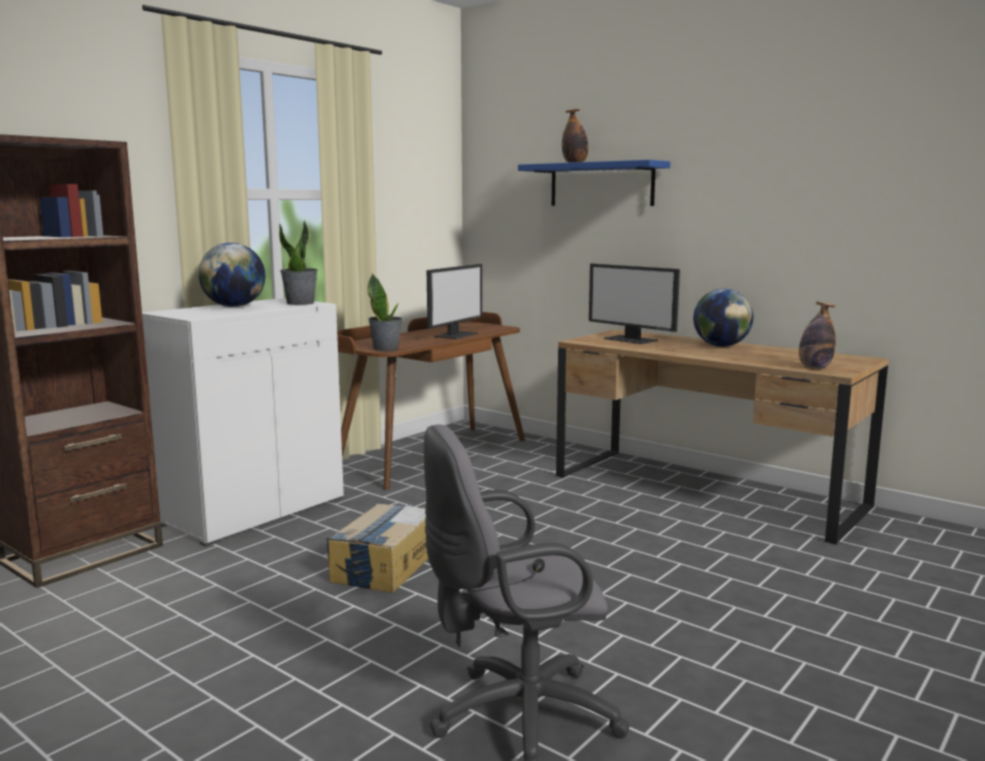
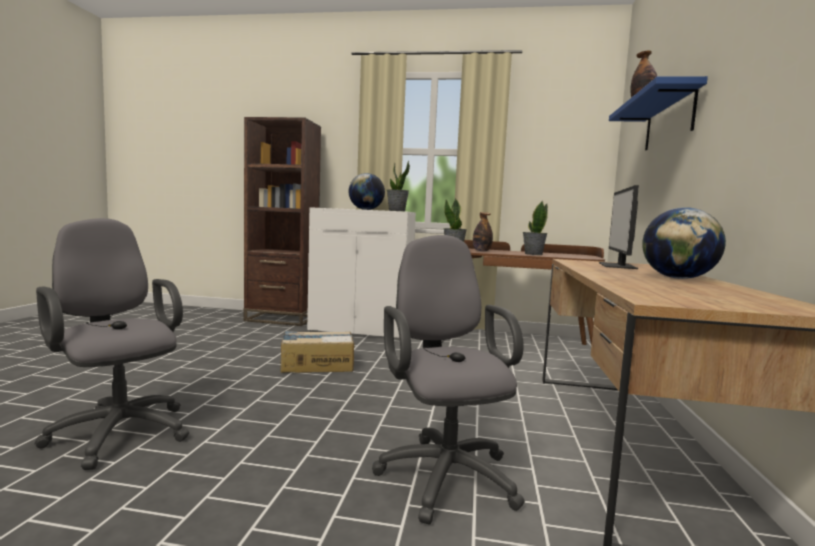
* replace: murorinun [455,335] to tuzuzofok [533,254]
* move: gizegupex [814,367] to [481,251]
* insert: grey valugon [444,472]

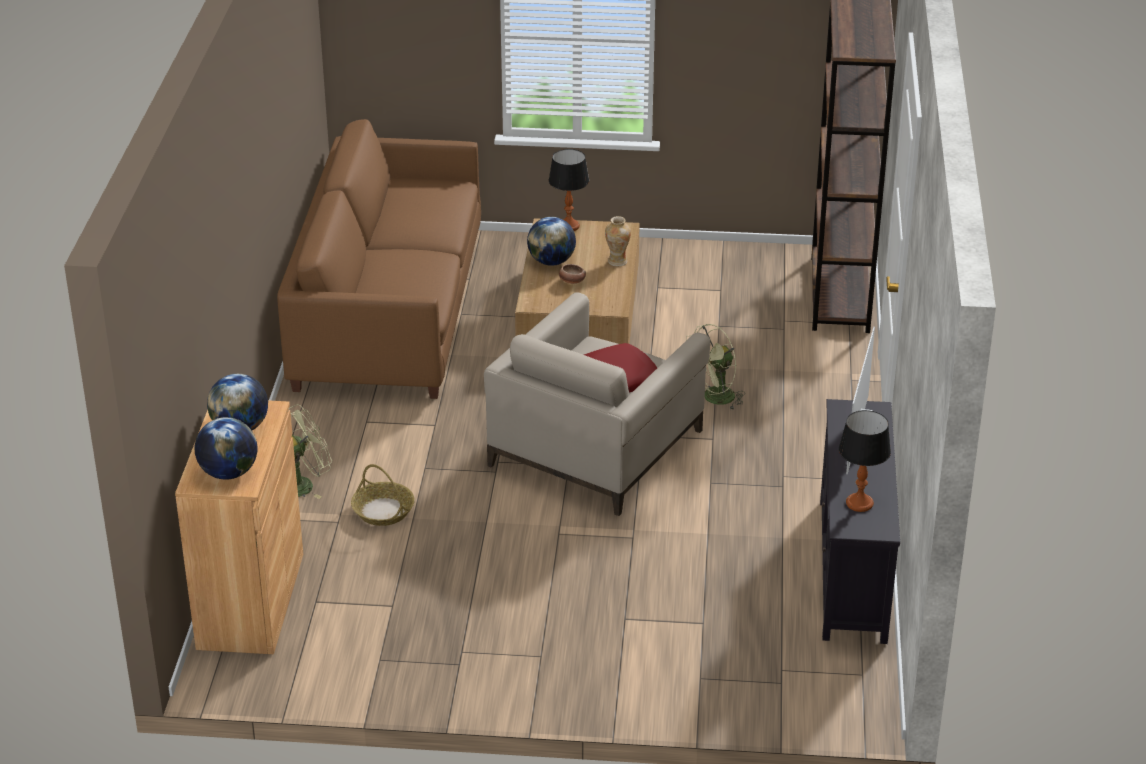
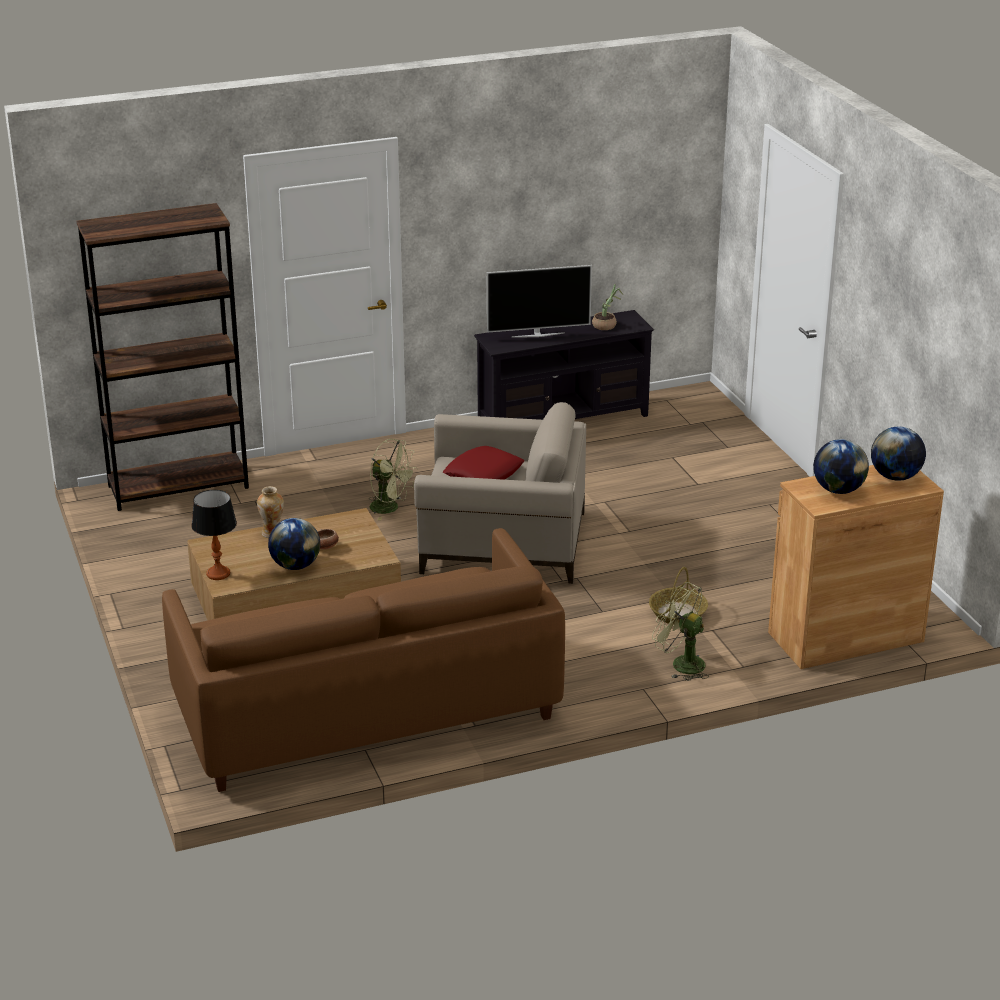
* replace: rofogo [859,504] to tuzuzofok [607,325]

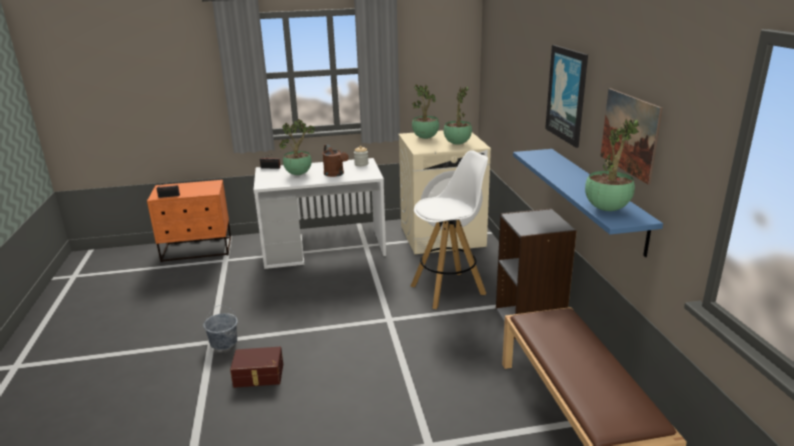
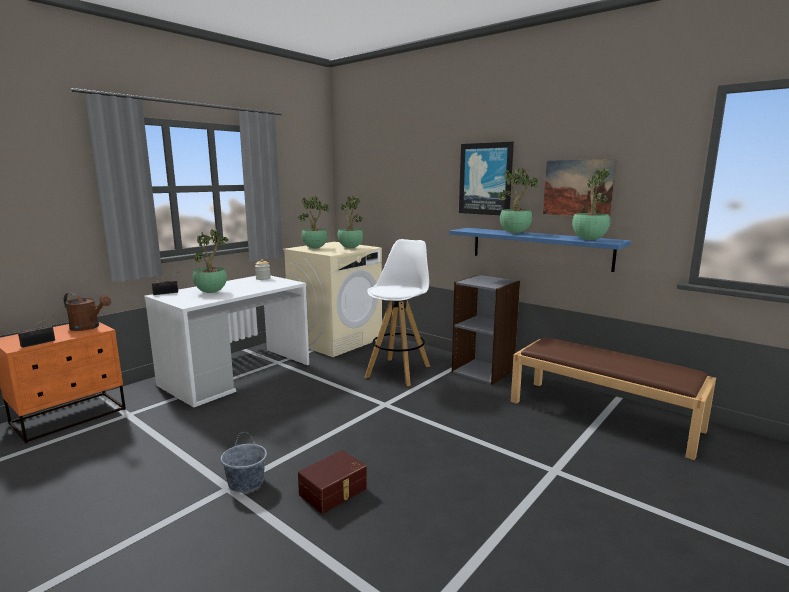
* move: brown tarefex [335,174] to [89,327]
* insert: tuzuzofok [515,233]

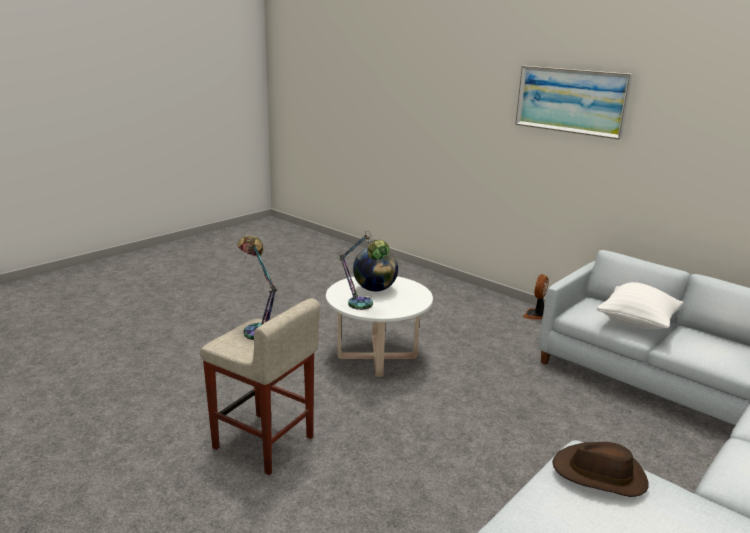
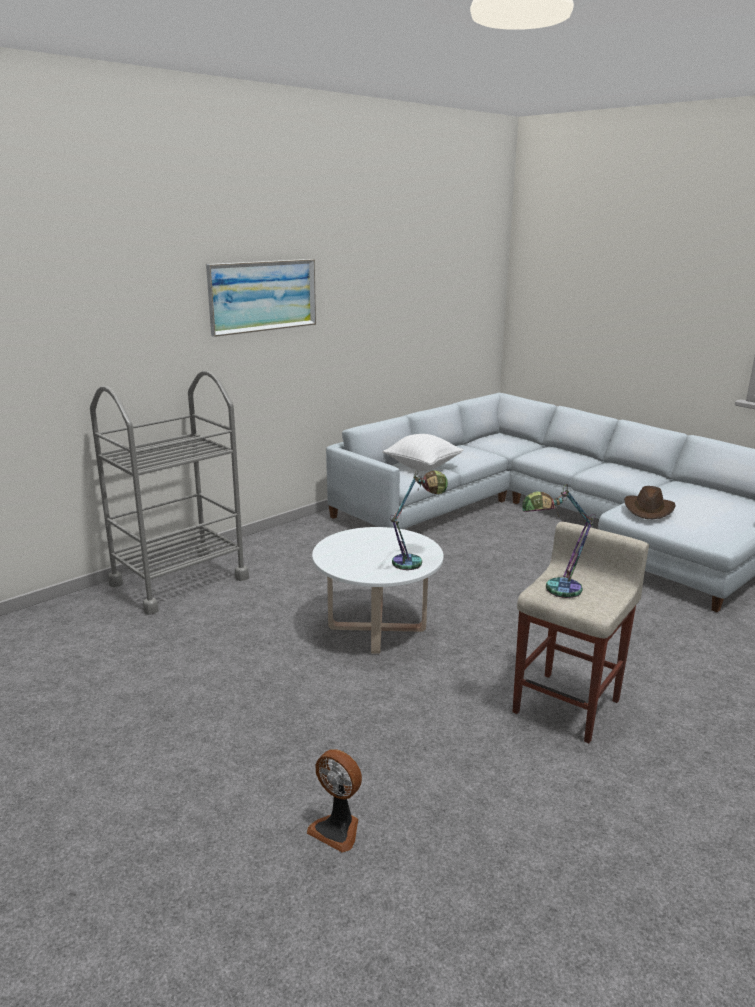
* delete: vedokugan [375,289]
* move: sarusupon [535,315] to [337,829]
* insert: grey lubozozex [179,581]

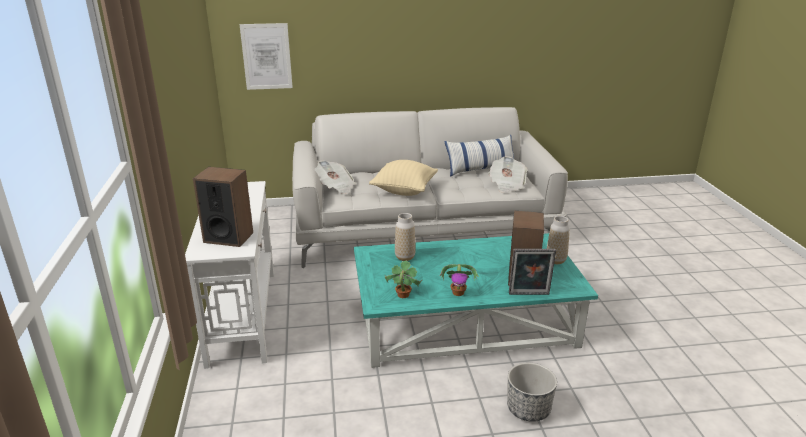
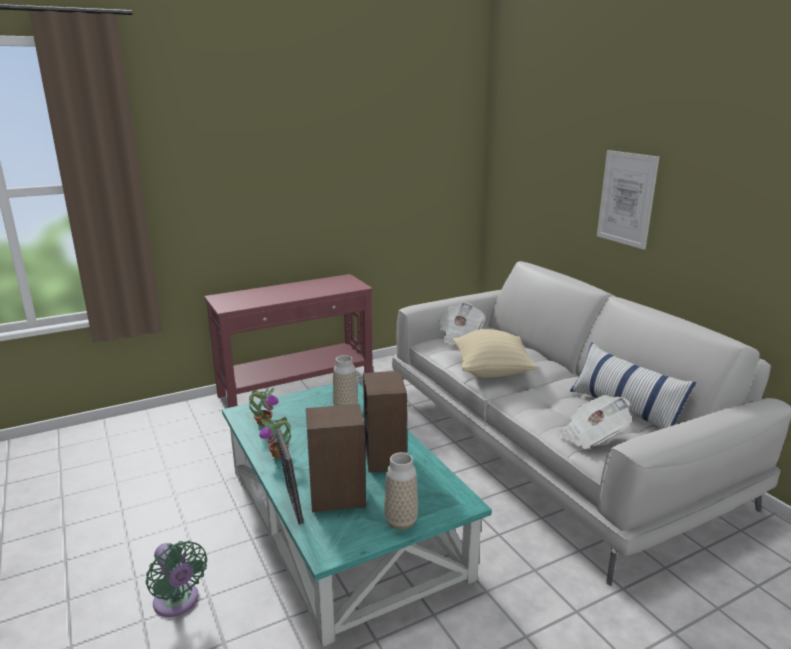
* move: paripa [266,56] to [626,198]
* move: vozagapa [228,237] to [385,457]
* recolor: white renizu [243,314] to red renizu [297,390]
* replace: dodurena [528,409] to green sarusupon [178,603]

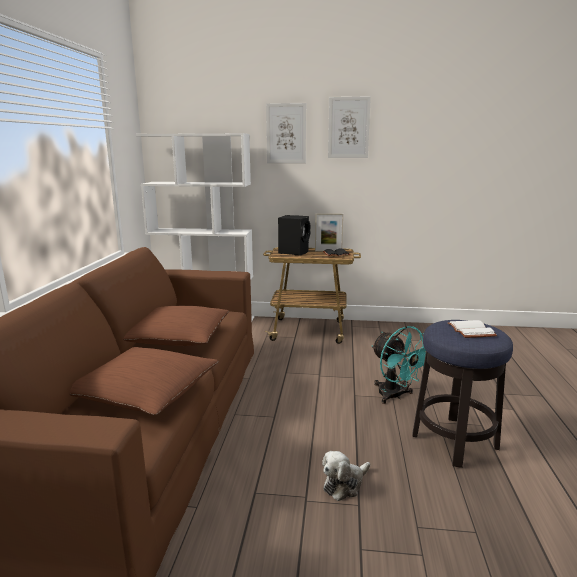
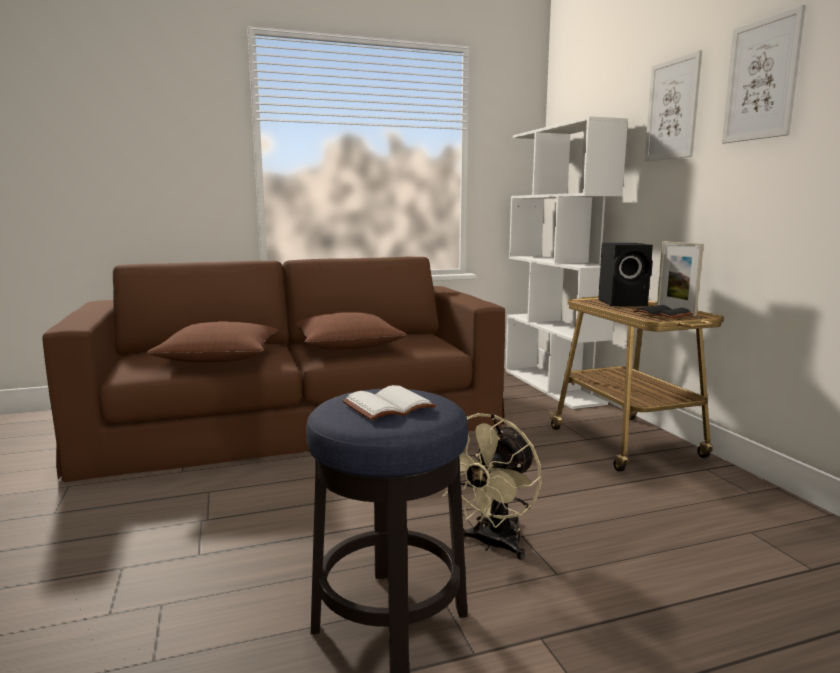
* recolor: turquoise sarusupon [395,396] to beige sarusupon [492,544]
* delete: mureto [344,484]

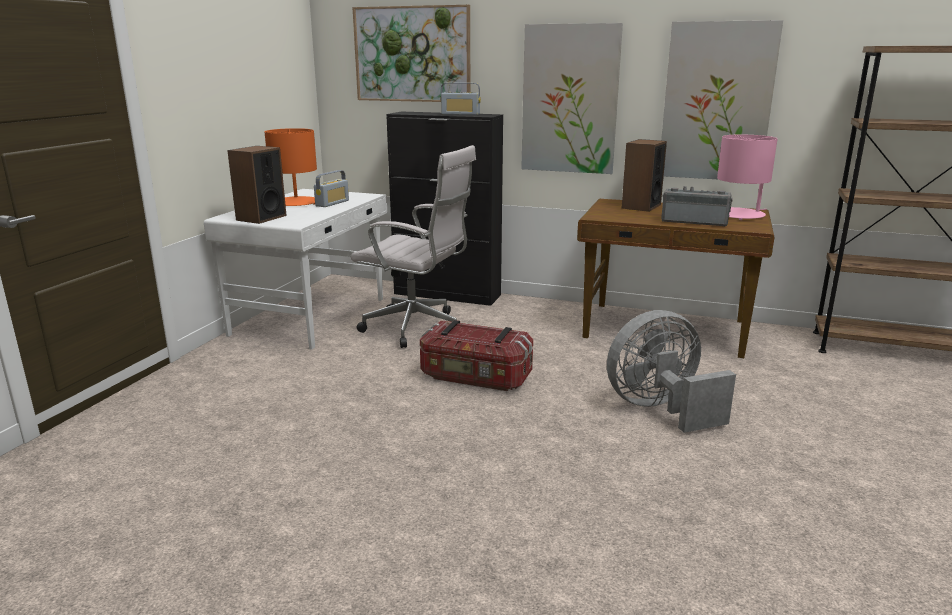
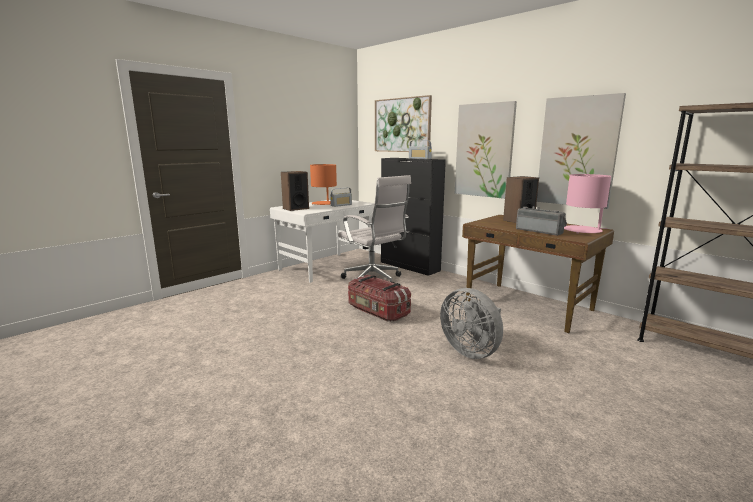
* rotate: grey sarusupon [660,409] = [471,351] 135 degrees counterclockwise

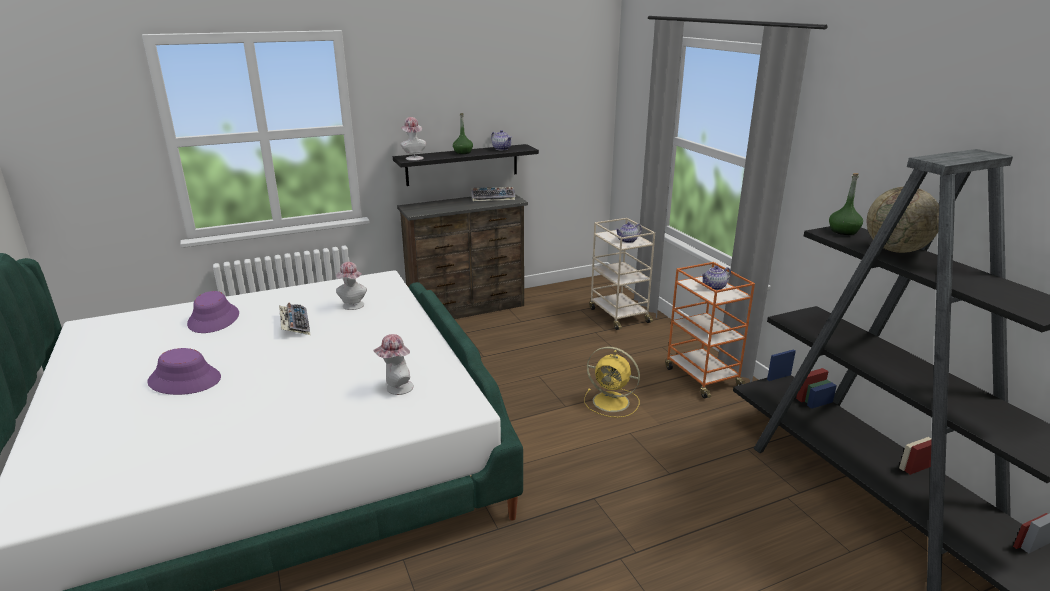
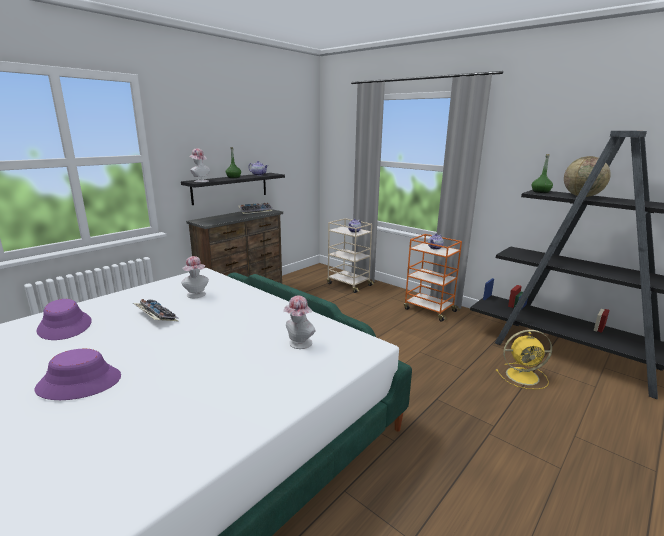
* move: yellow sarusupon [612,402] to [524,376]

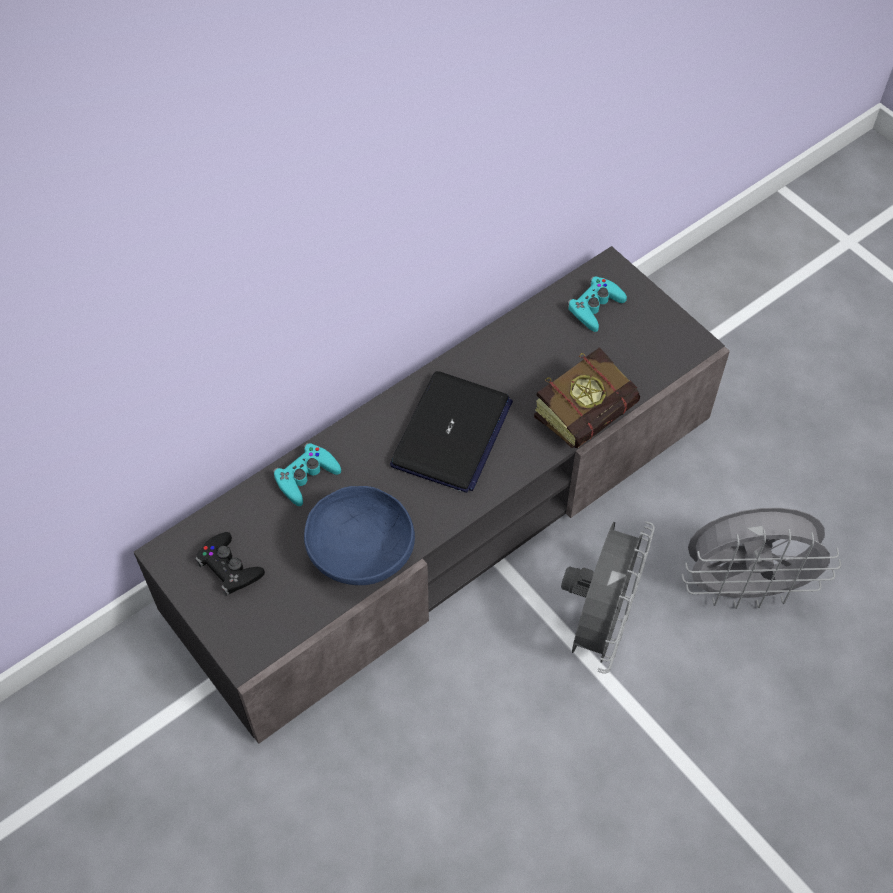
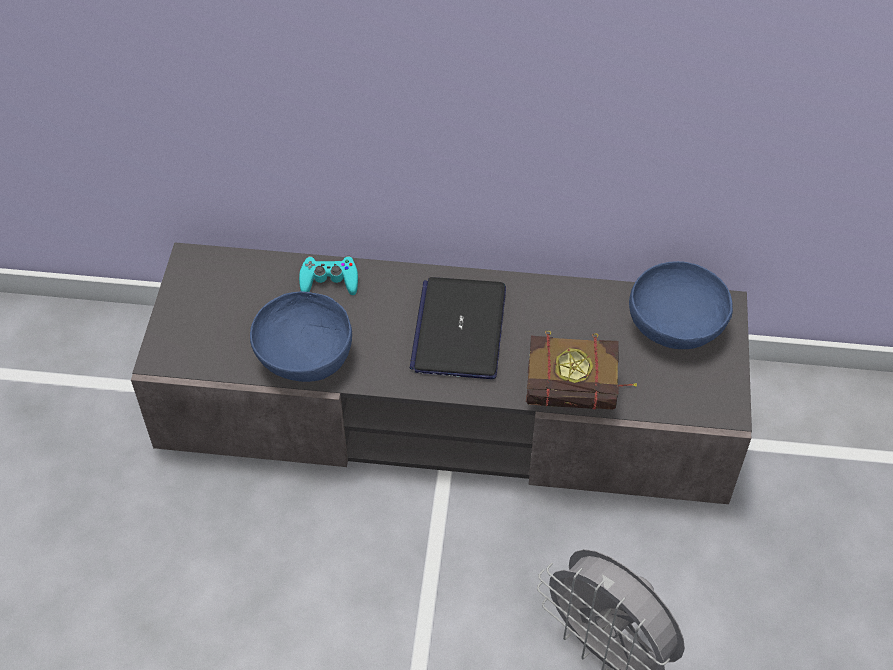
* replace: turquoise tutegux [595,307] to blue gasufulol [676,325]
* rotate: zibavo [451,434] = [459,329] 120 degrees clockwise
* delete: grey sarusupon [599,623]
* delete: black tutegux [229,567]

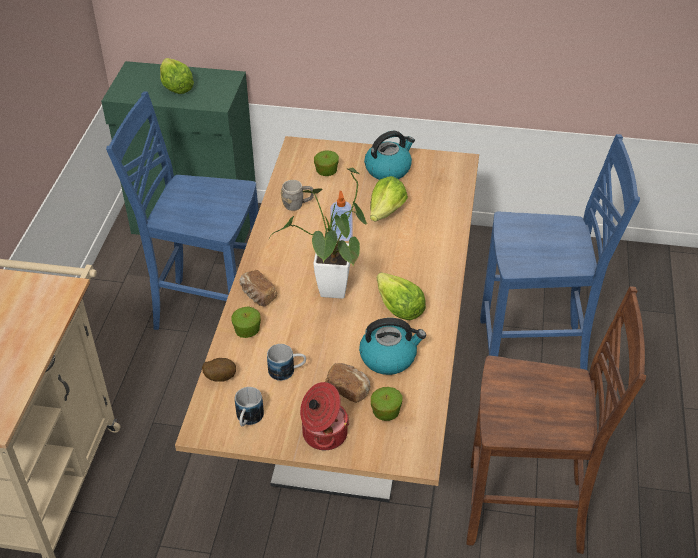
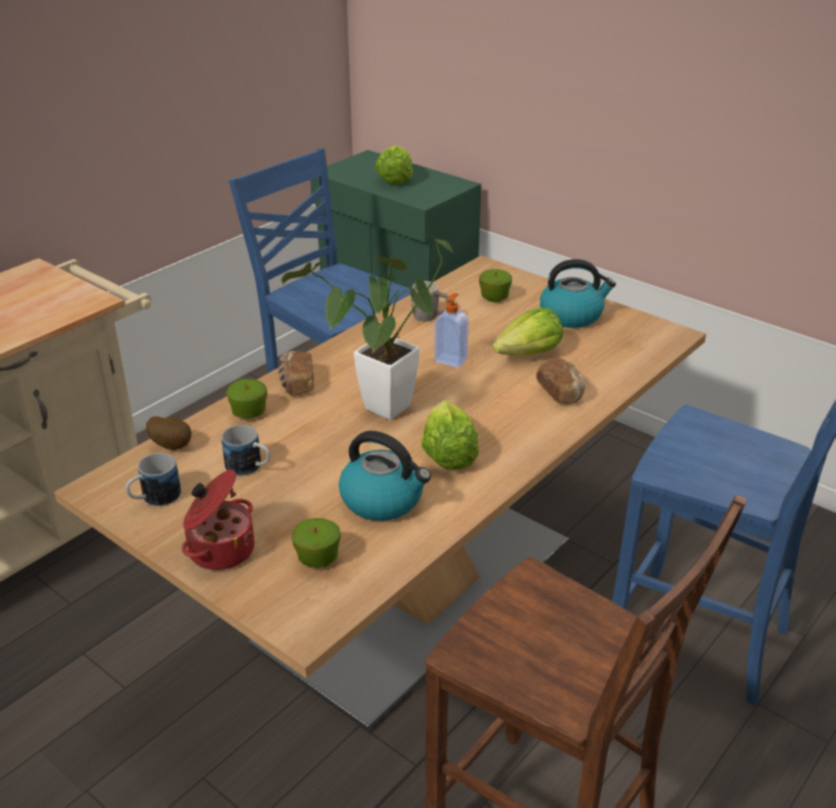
* move: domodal [348,389] to [561,392]

